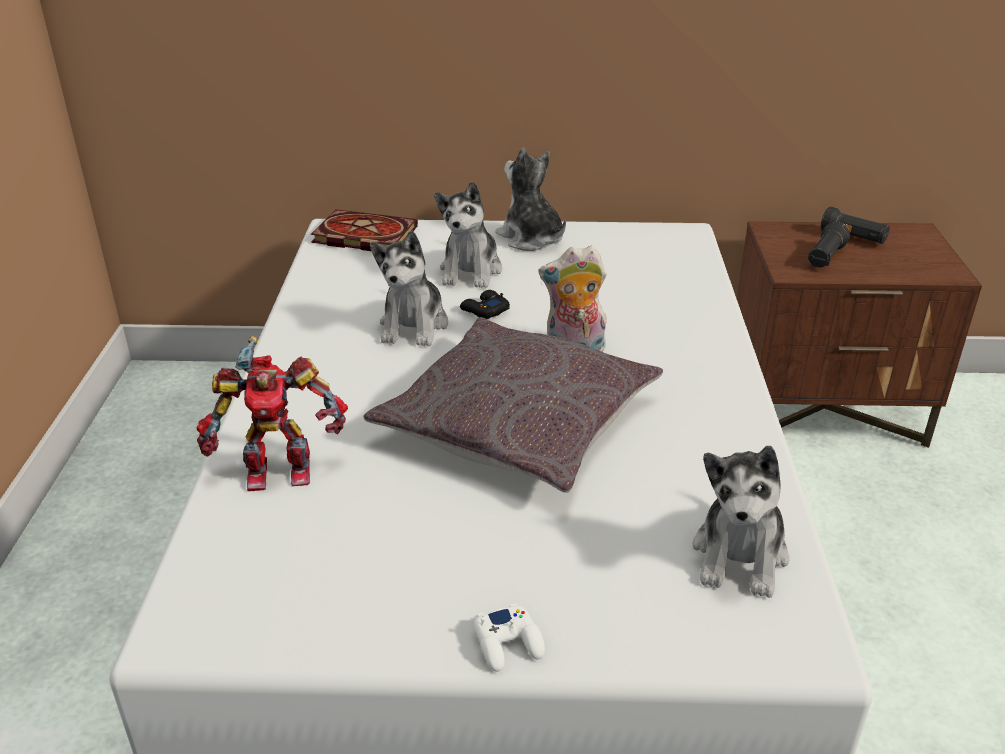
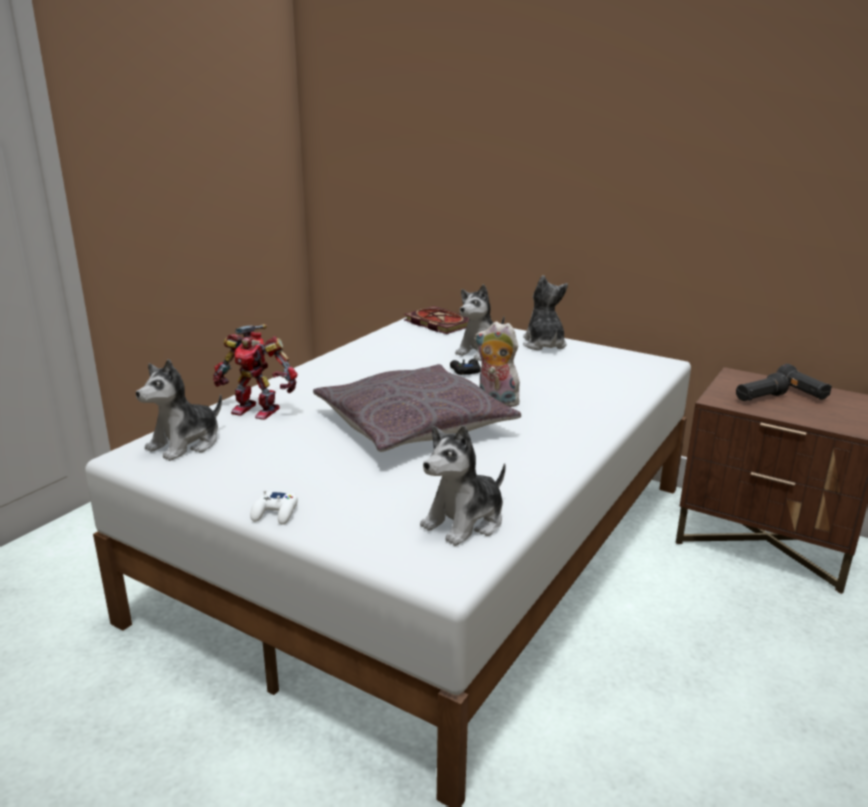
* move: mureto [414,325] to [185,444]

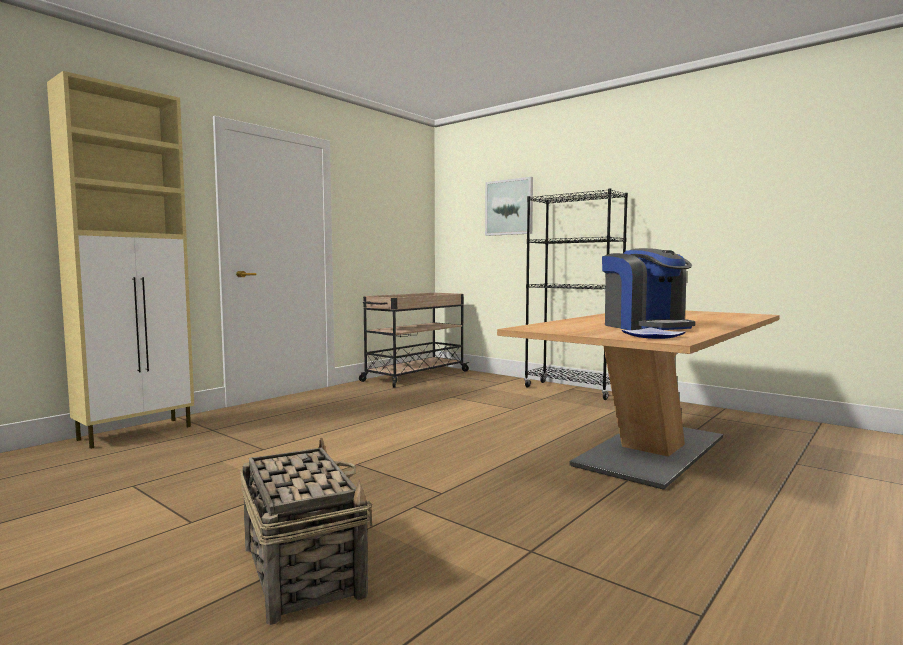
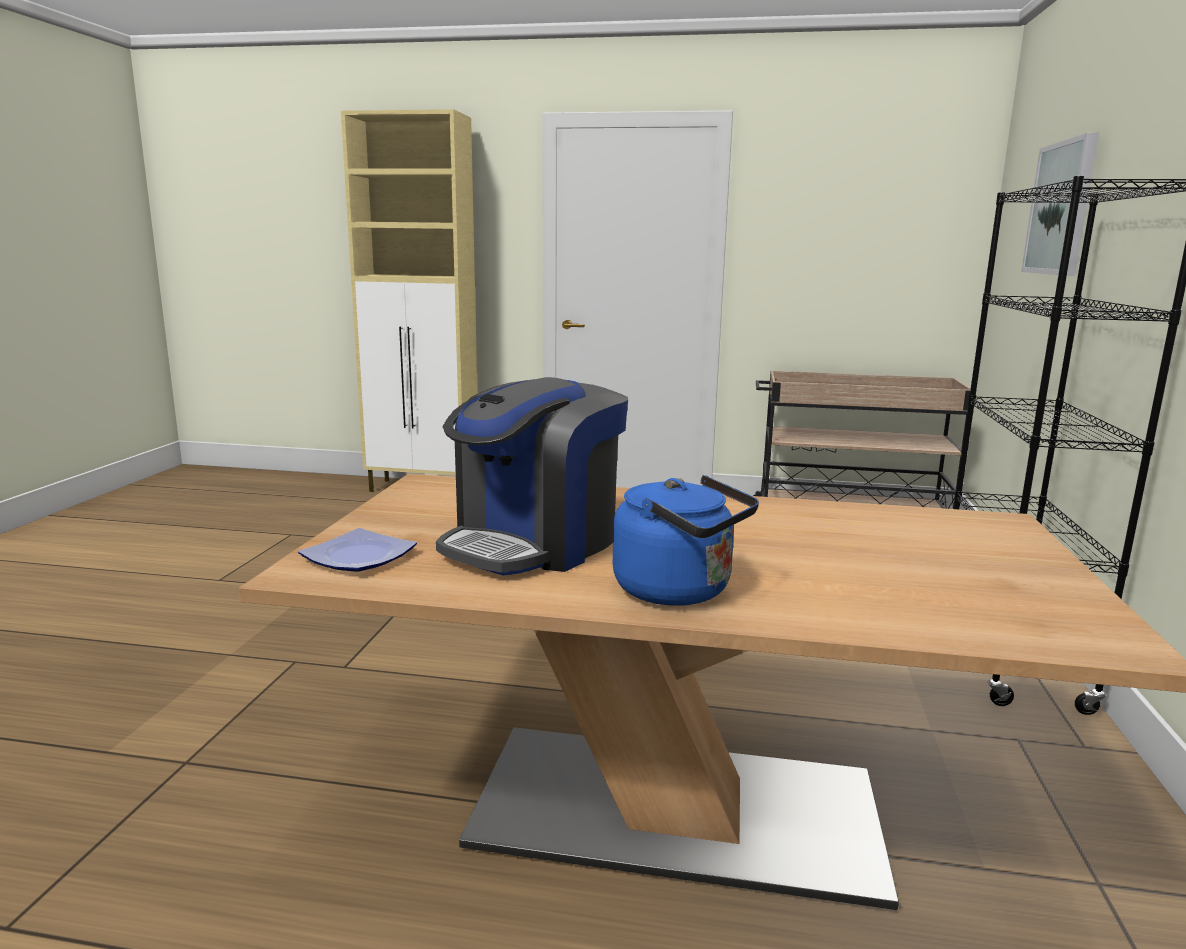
* delete: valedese [302,569]
* insert: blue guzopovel [679,591]

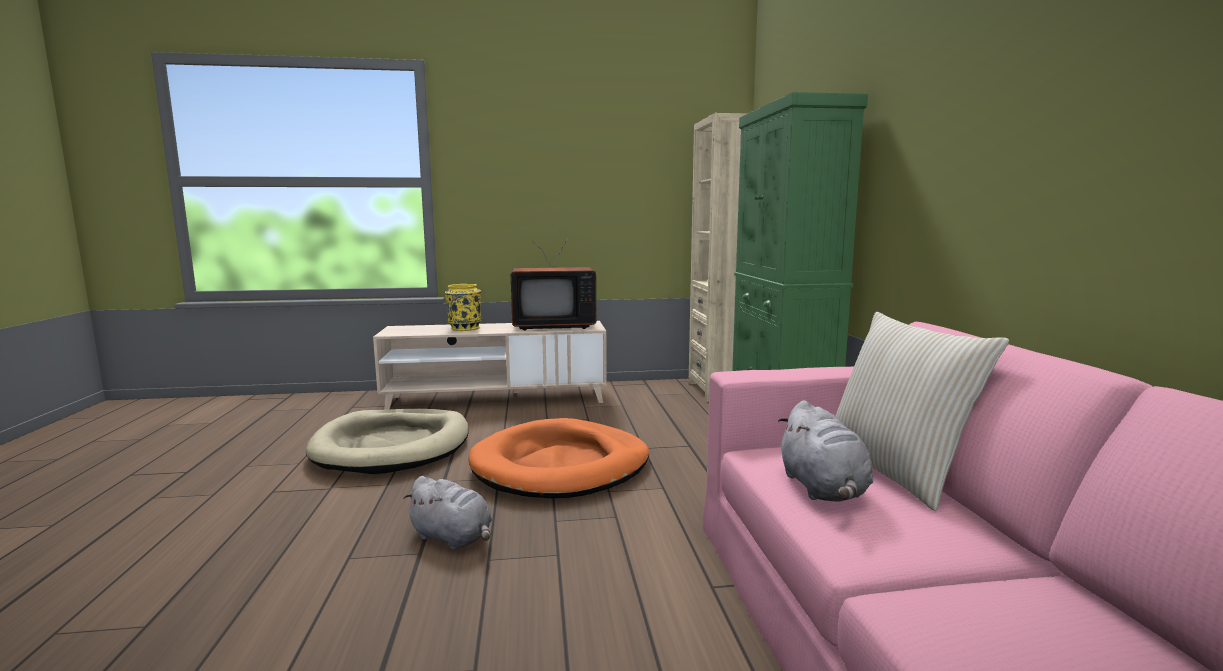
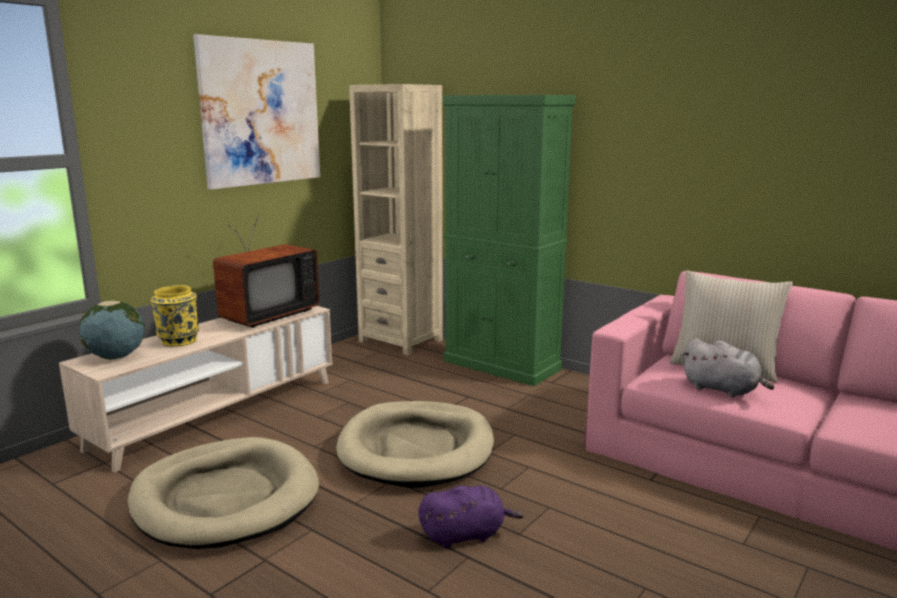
* recolor: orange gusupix [561,465] to beige gusupix [416,449]
* recolor: grey mureto [453,538] to purple mureto [465,535]
* insert: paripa [261,113]
* insert: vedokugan [115,357]

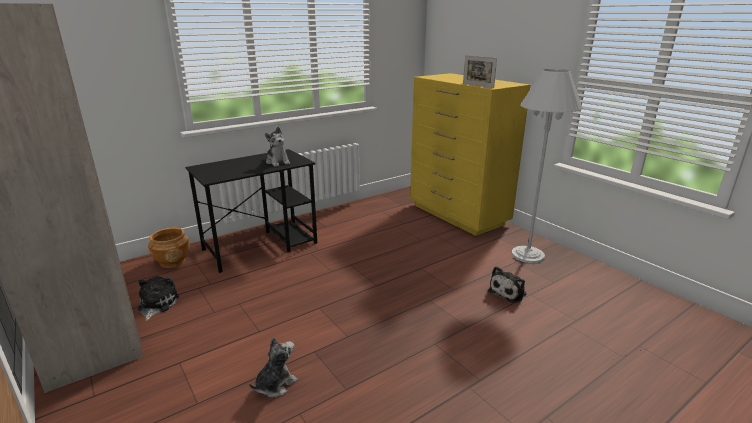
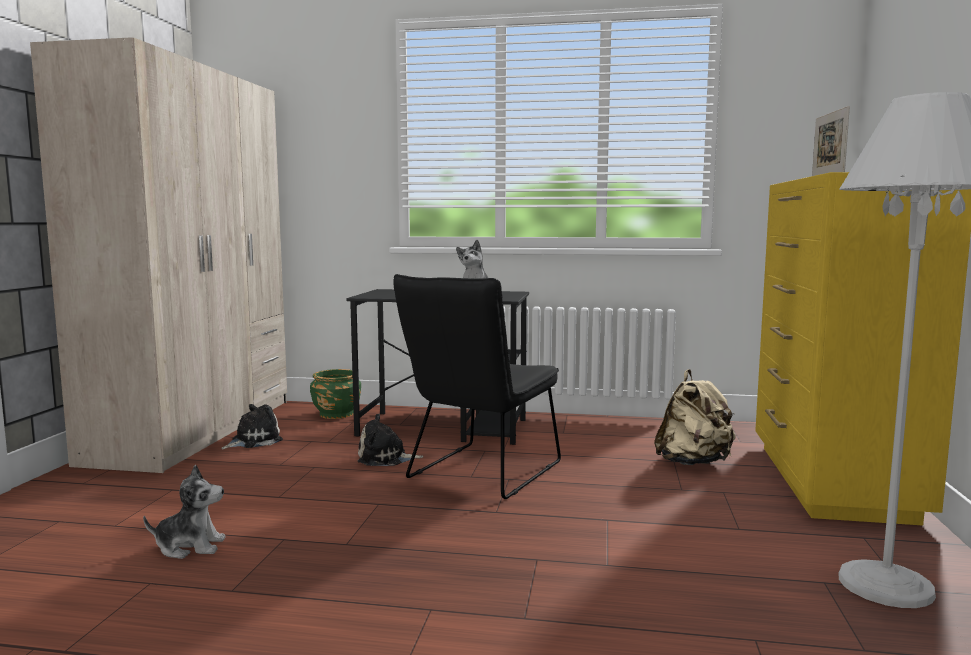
* recolor: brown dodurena [172,261] to green dodurena [336,414]
* move: mureto [509,292] to [385,458]
* insert: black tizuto [479,473]
* insert: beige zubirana [693,463]

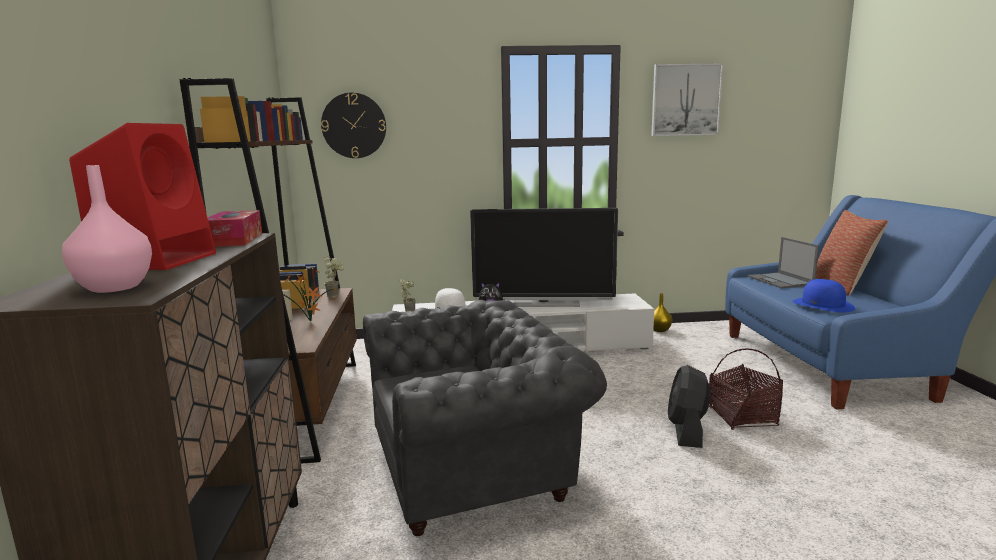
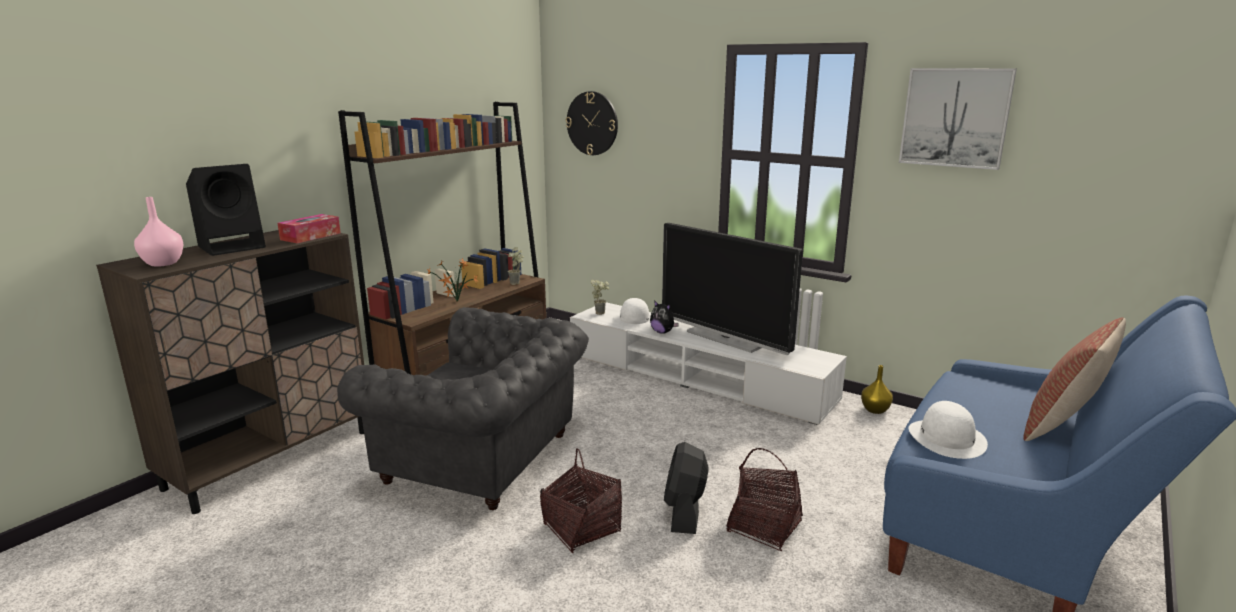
* recolor: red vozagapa [158,260] to black vozagapa [233,246]
* delete: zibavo [780,281]
* recolor: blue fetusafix [823,305] to white fetusafix [947,438]
* rotate: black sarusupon [686,431] = [684,512] 45 degrees counterclockwise
* insert: valedese [582,528]

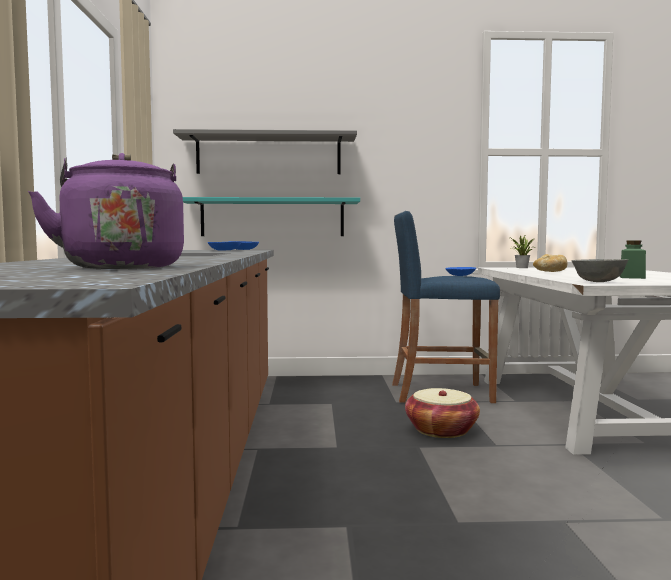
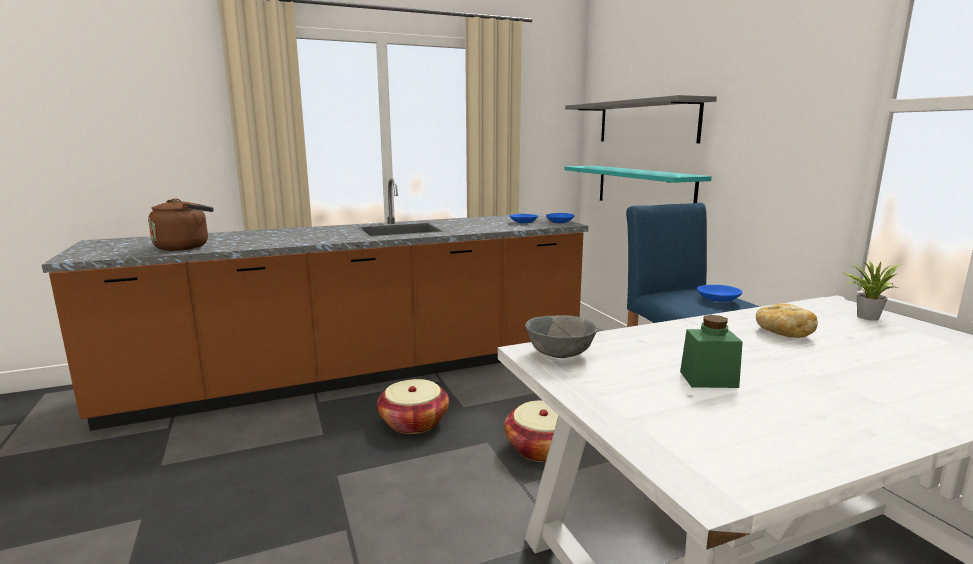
* recolor: purple guzopovel [122,267] to brown guzopovel [185,247]
* insert: valedese [414,422]

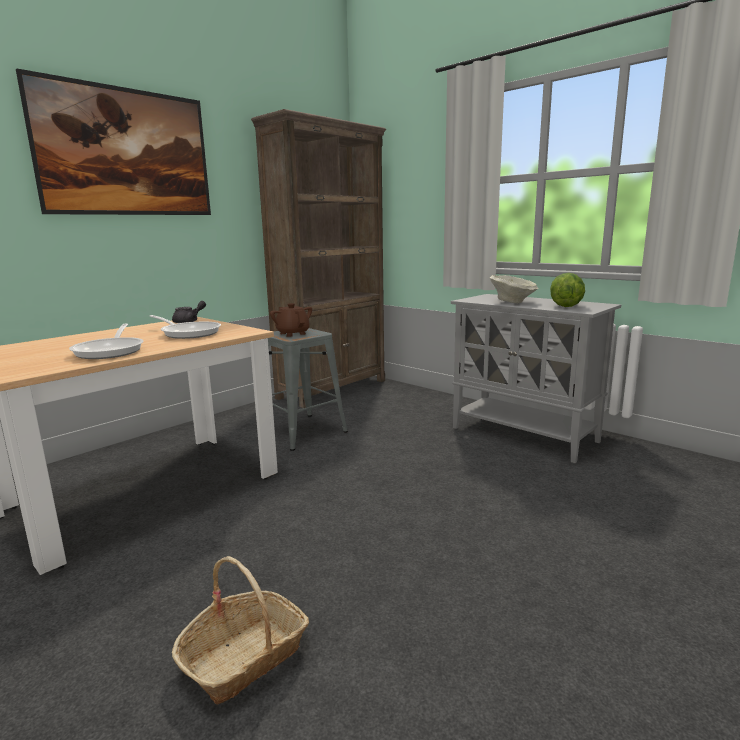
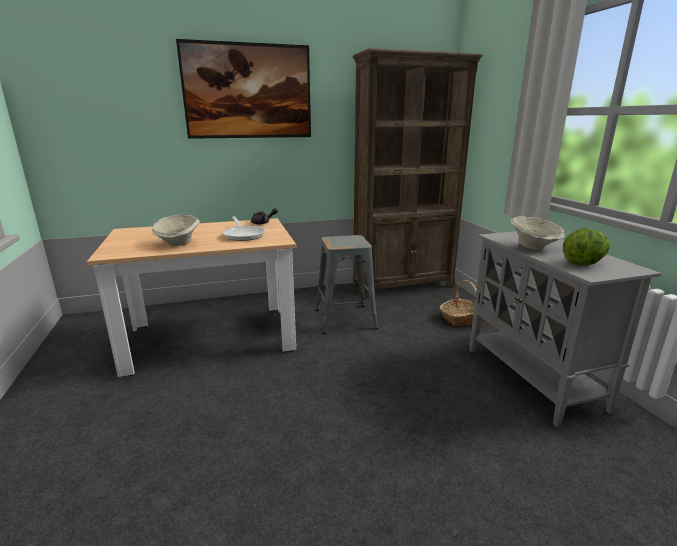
* delete: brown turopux [292,333]
* replace: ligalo [111,351] to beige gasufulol [178,244]
* move: valedese [245,656] to [464,319]

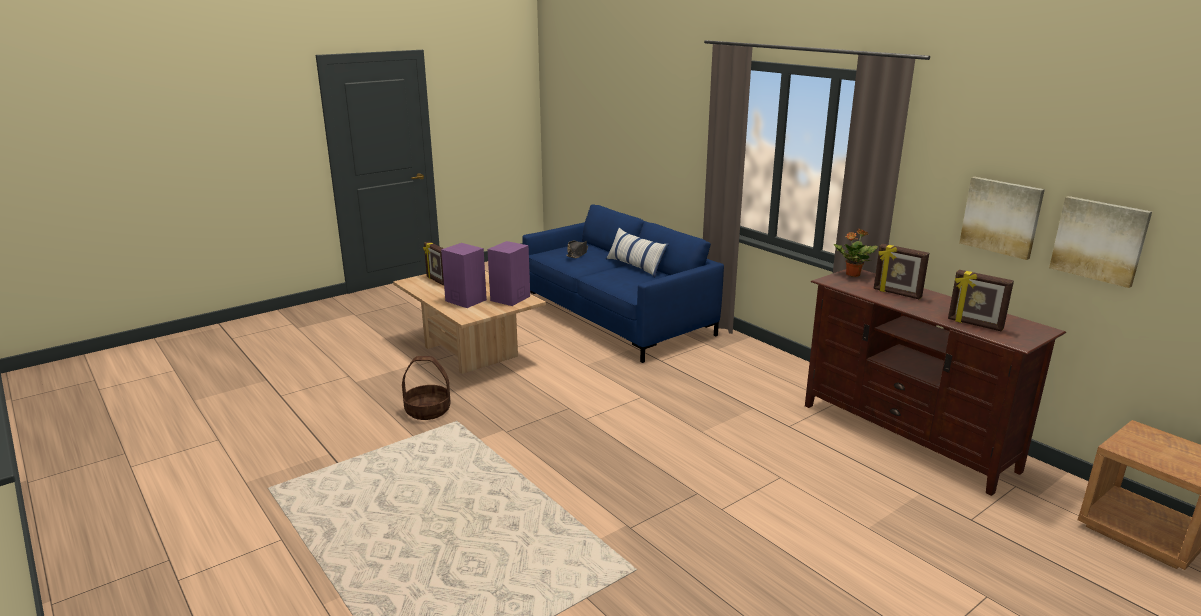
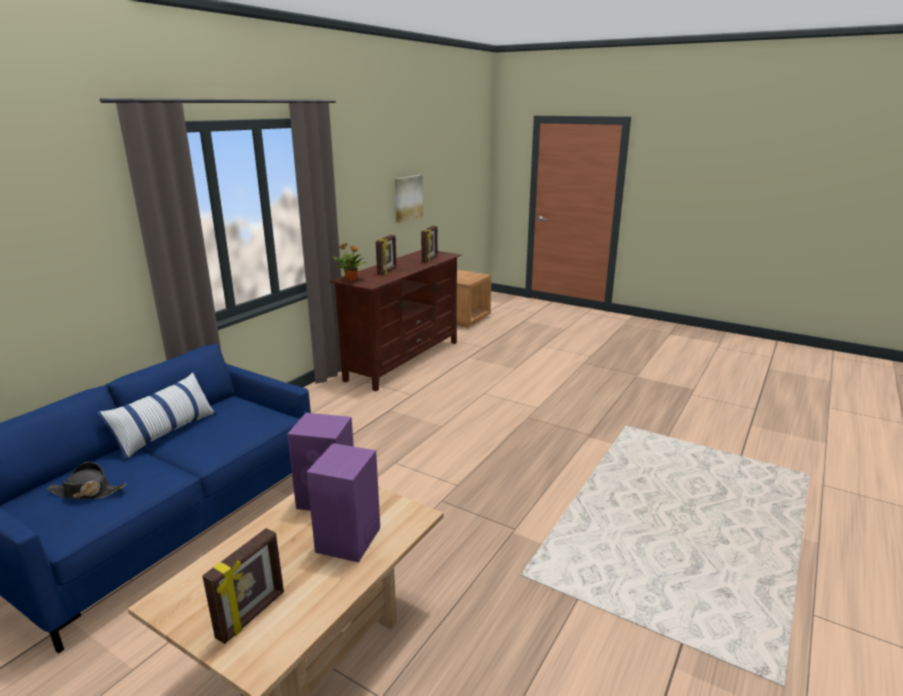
* delete: paripa [1001,217]
* delete: valedese [428,410]

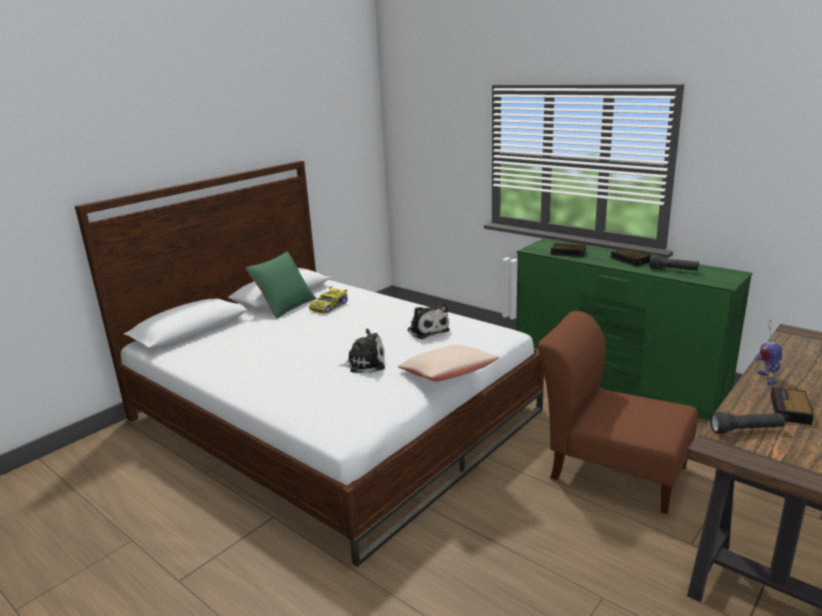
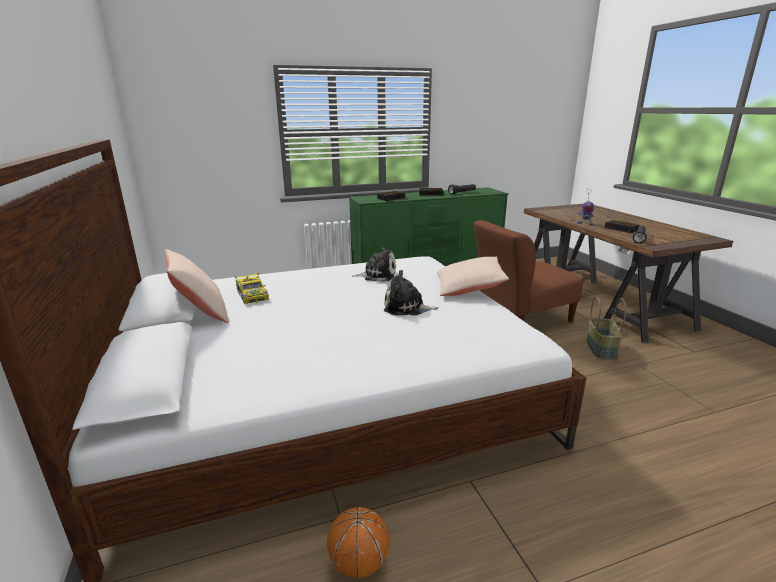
* recolor: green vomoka [285,305] to beige vomoka [201,313]
* rotate: mureto [363,363] = [407,308] 105 degrees counterclockwise
* insert: valedese [601,349]
* insert: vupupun [359,563]

